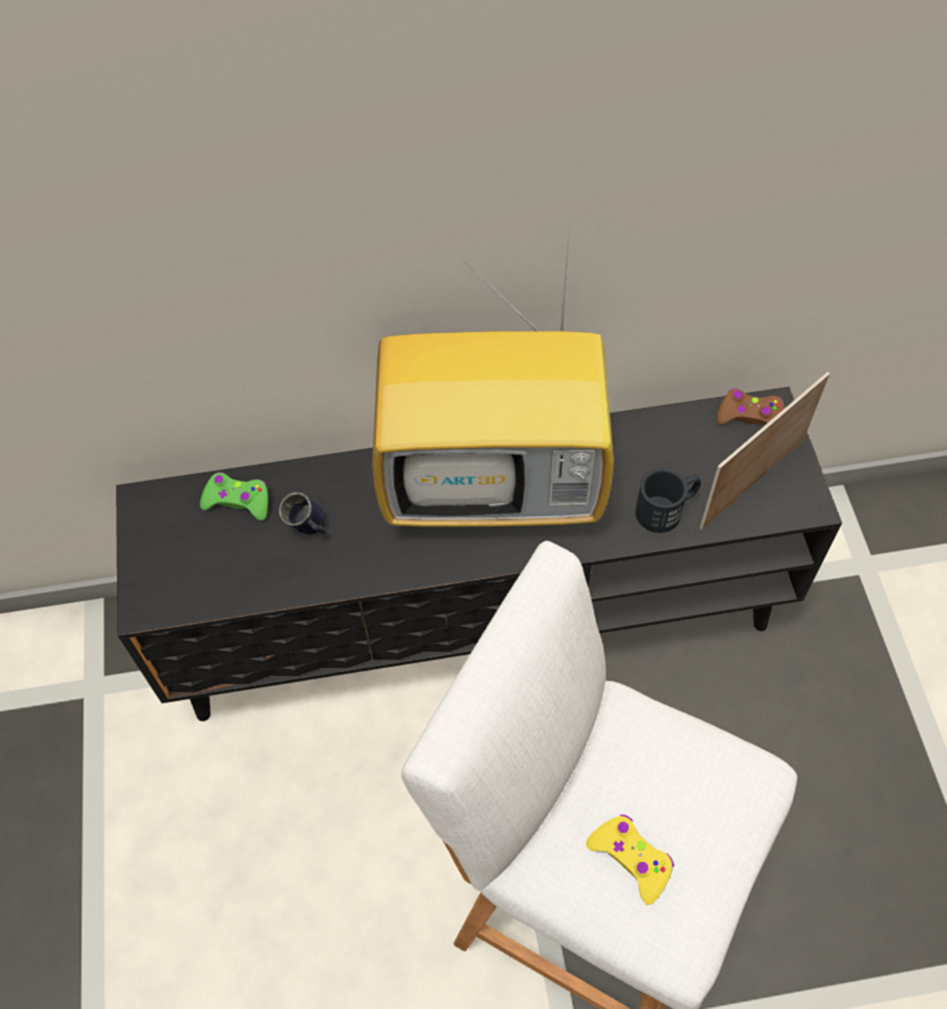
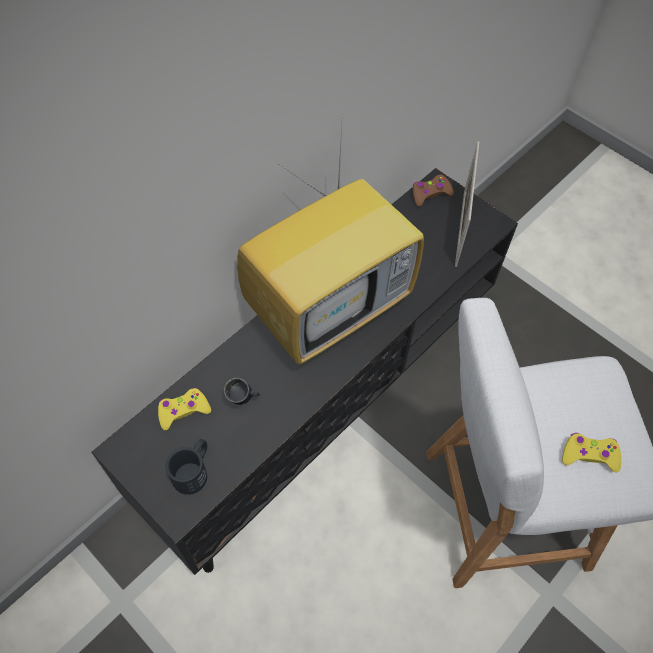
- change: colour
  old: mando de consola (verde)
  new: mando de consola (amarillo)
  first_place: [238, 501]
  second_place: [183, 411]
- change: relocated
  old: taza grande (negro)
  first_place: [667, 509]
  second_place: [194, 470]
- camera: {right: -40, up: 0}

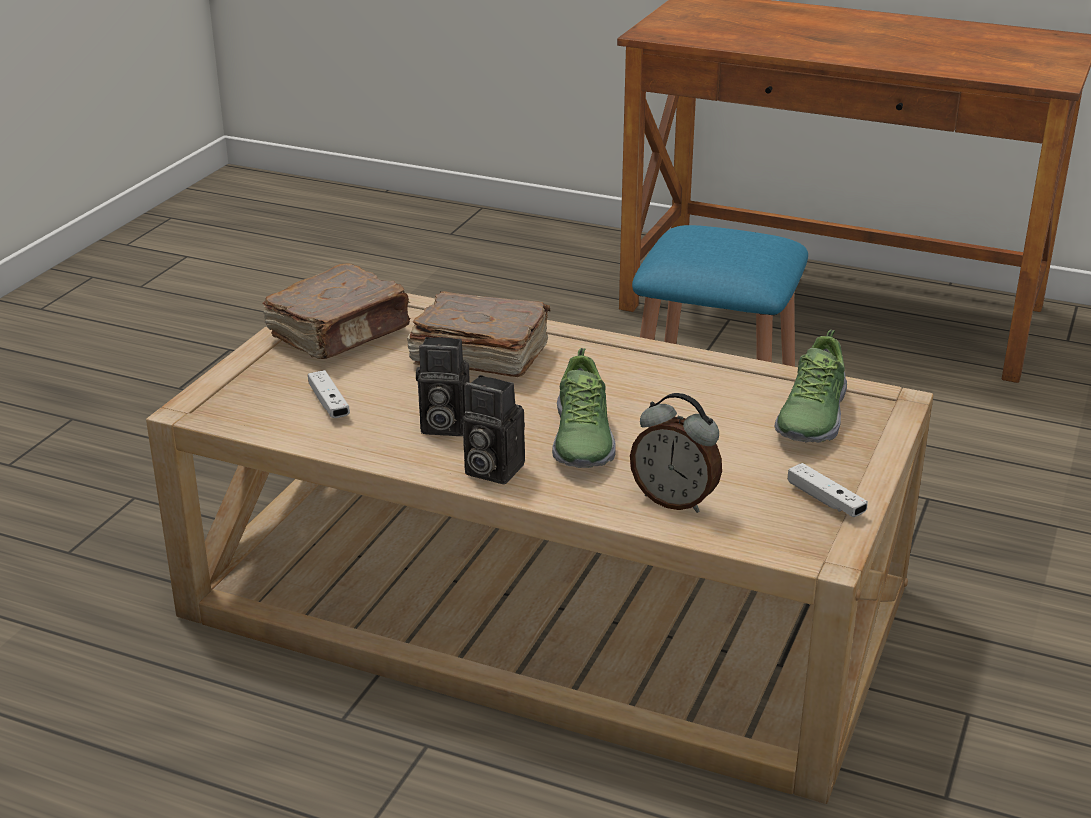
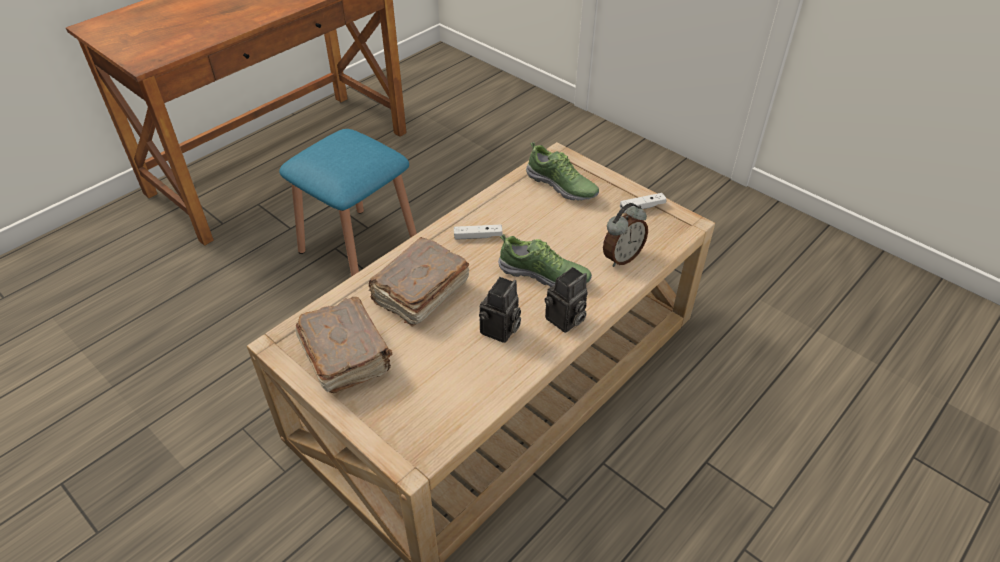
- change: relocated
  old: mando de consola (blanco)
  first_place: [329, 403]
  second_place: [478, 236]
- camera: {right: -70, up: 15}

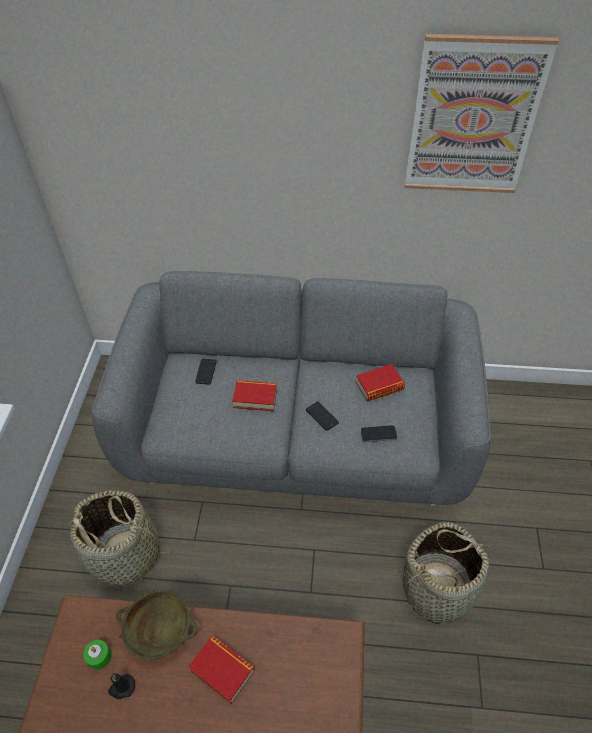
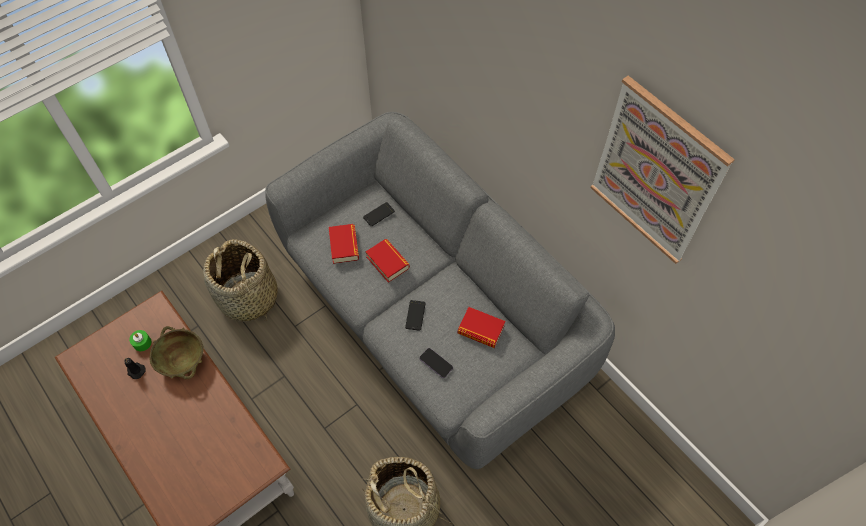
- change: relocated
  old: libro
  first_place: [222, 670]
  second_place: [344, 246]
- camera: {right: 45, up: 10}

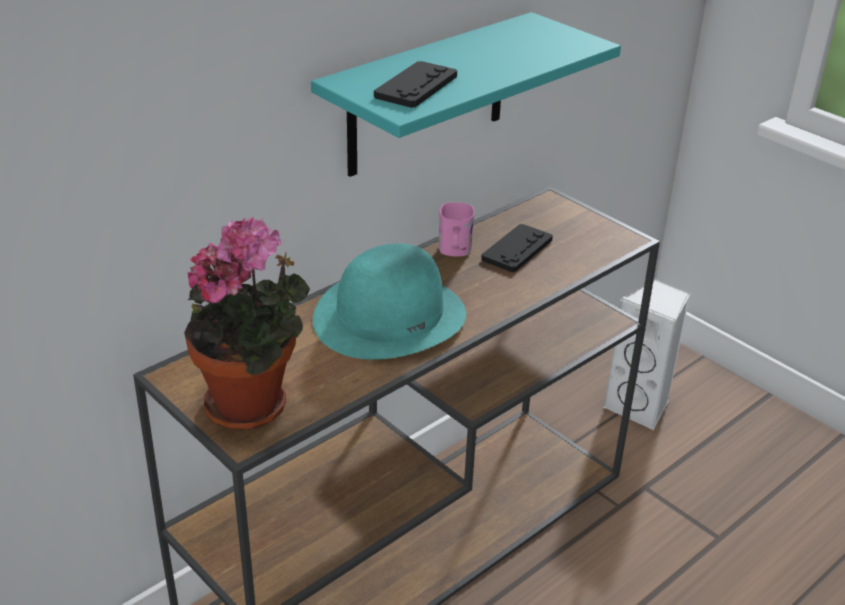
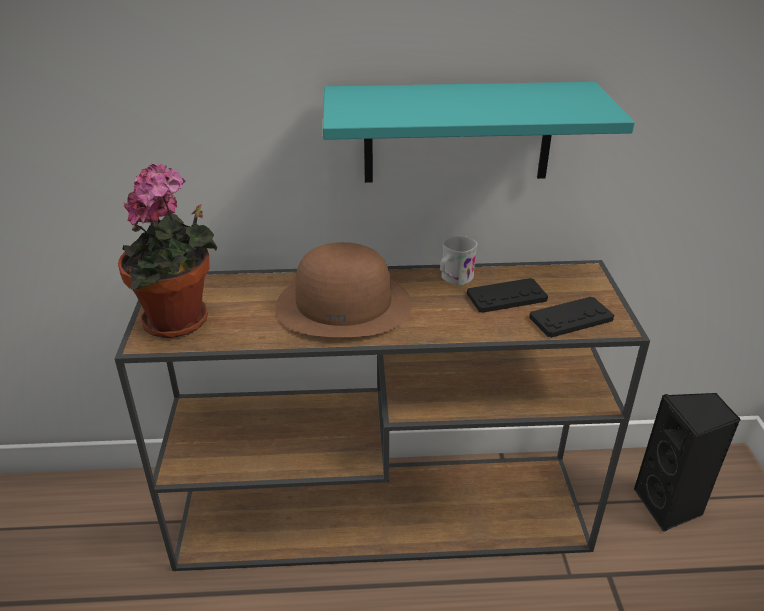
- change: colour
  old: sombrero (turquesa)
  new: sombrero (marrón)
  first_place: [390, 316]
  second_place: [344, 304]
- change: colour
  old: taza grande (rosa)
  new: taza grande (blanco)
  first_place: [454, 251]
  second_place: [453, 279]
- change: relocated
  old: mando de consola (negro)
  first_place: [416, 86]
  second_place: [571, 318]
- change: colour
  old: altavoz (blanco)
  new: altavoz (negro)
  first_place: [640, 407]
  second_place: [669, 506]
- camera: {right: 40, up: 0}

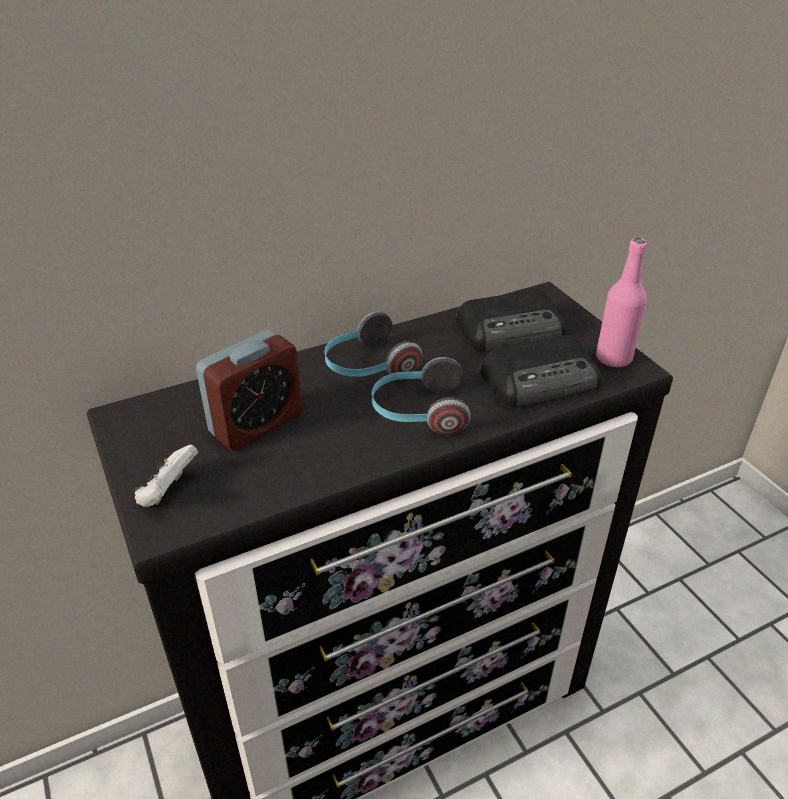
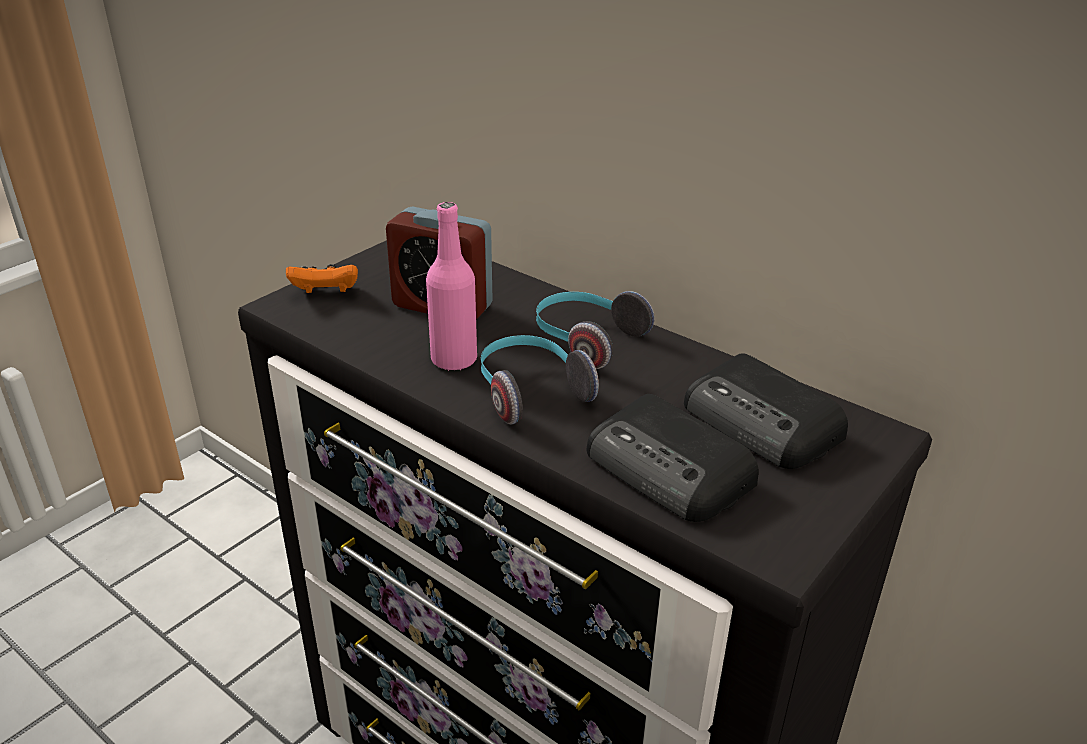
- change: colour
  old: mando de consola (blanco)
  new: mando de consola (naranja)
  first_place: [168, 492]
  second_place: [326, 293]
- change: relocated
  old: botella (rosa)
  first_place: [613, 358]
  second_place: [454, 360]
- camera: {right: 65, up: -5}

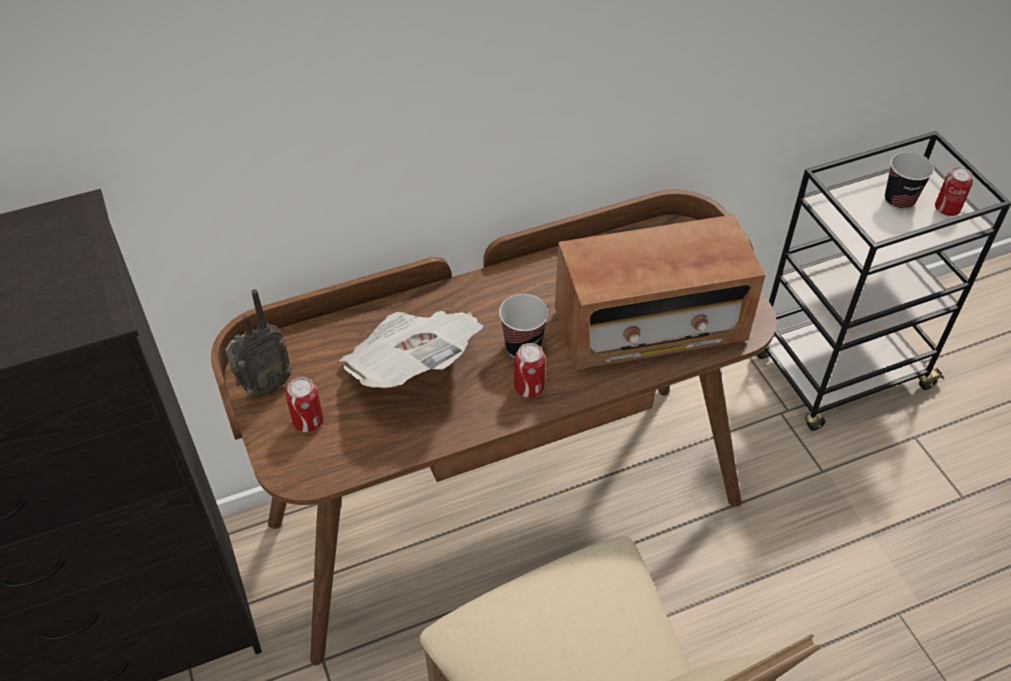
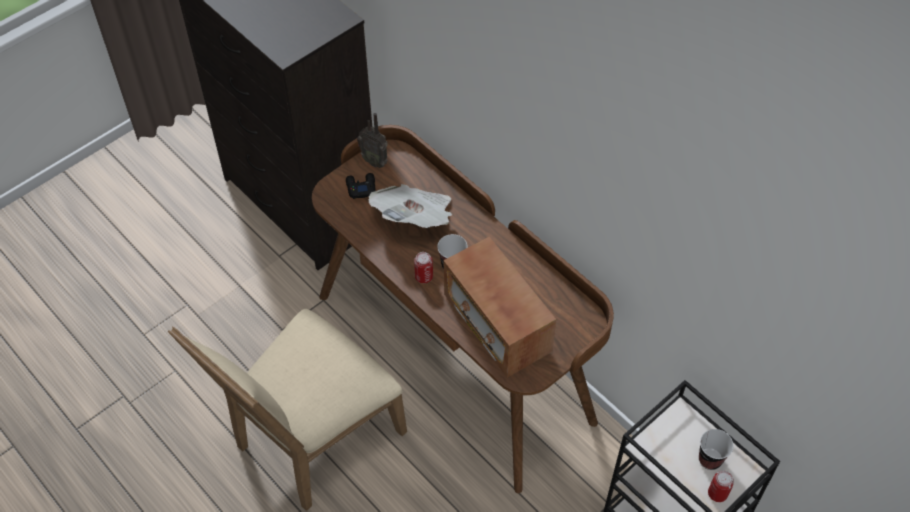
- change: exchanged
  old: lata
  new: mando de consola (negro)
  first_place: [308, 421]
  second_place: [361, 187]
- camera: {right: 70, up: 5}

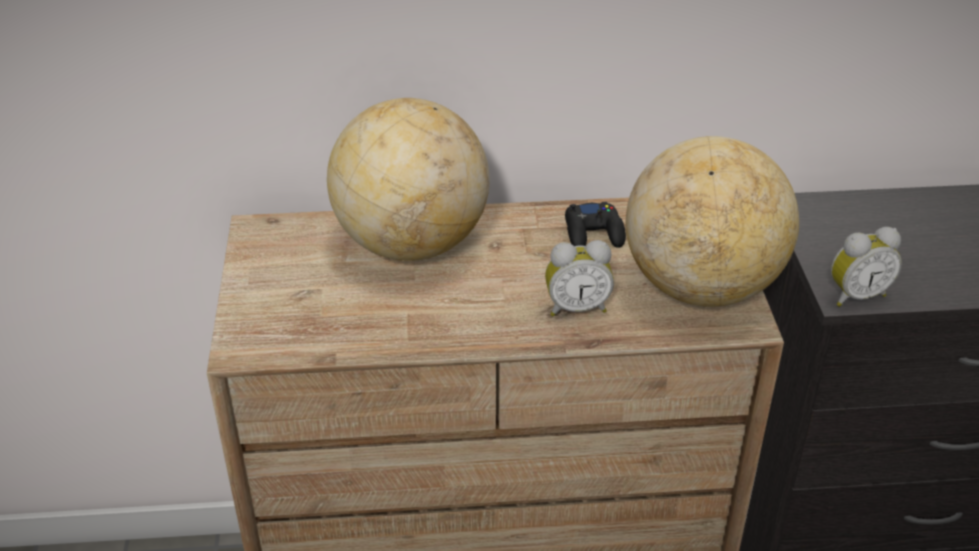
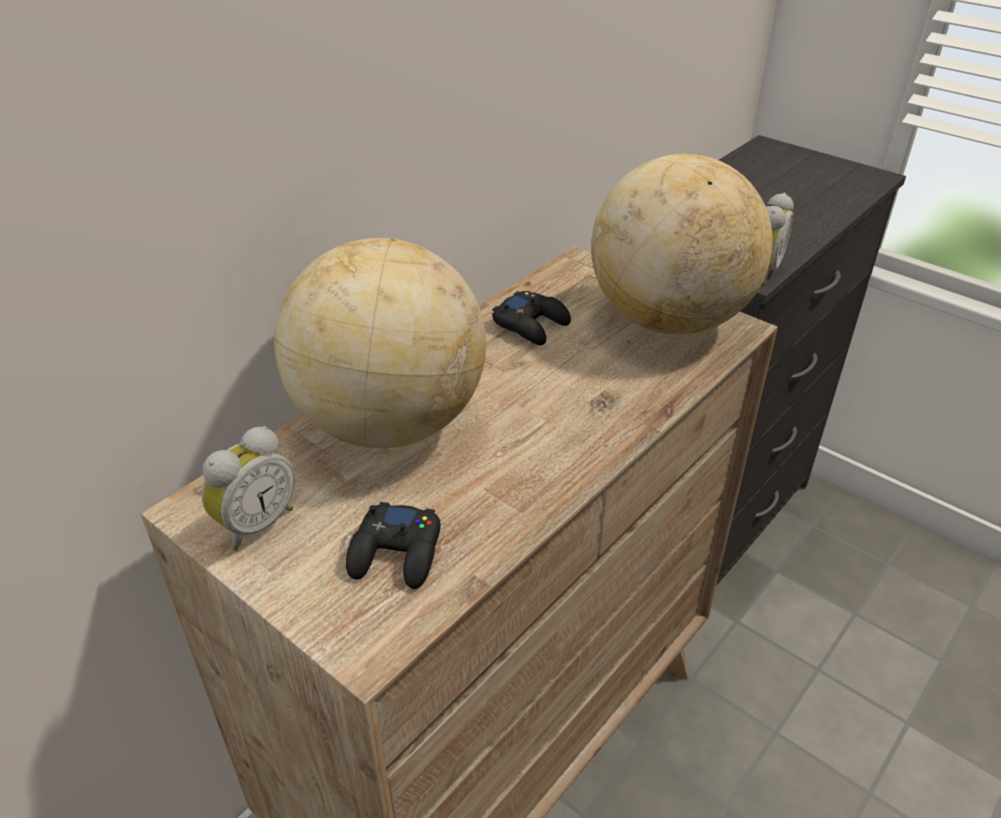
- change: relocated
  old: despertador
  first_place: [576, 307]
  second_place: [255, 523]
- change: appeared
  new: mando de consola (negro)
  second_place: [397, 554]
- camera: {right: -45, up: 0}

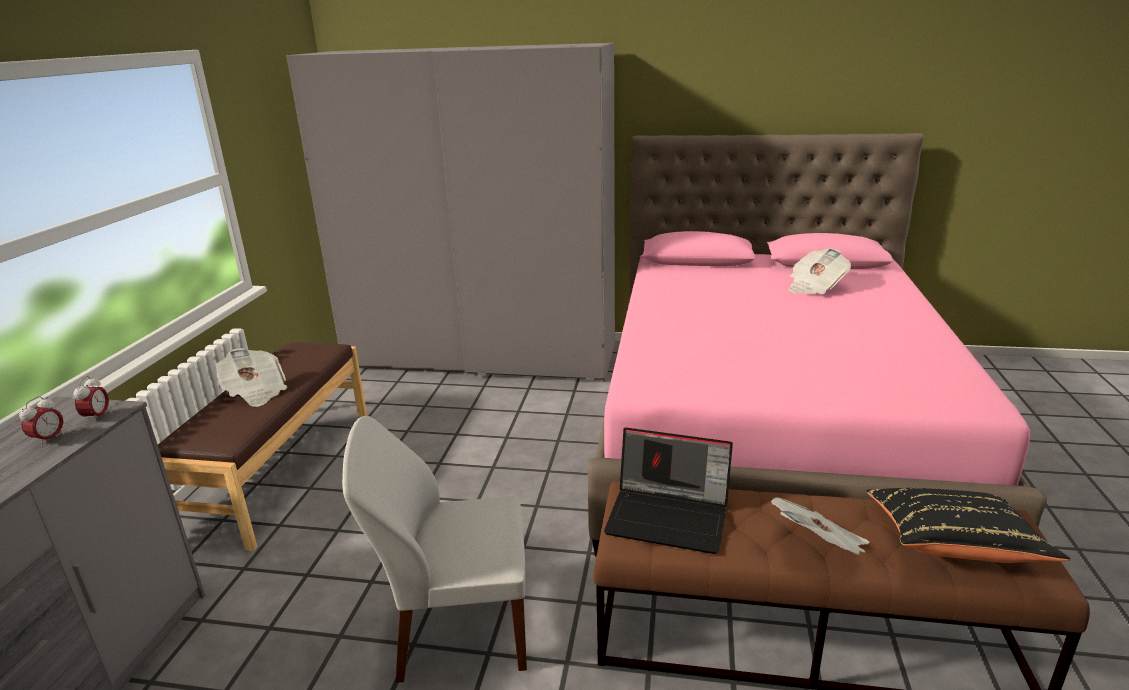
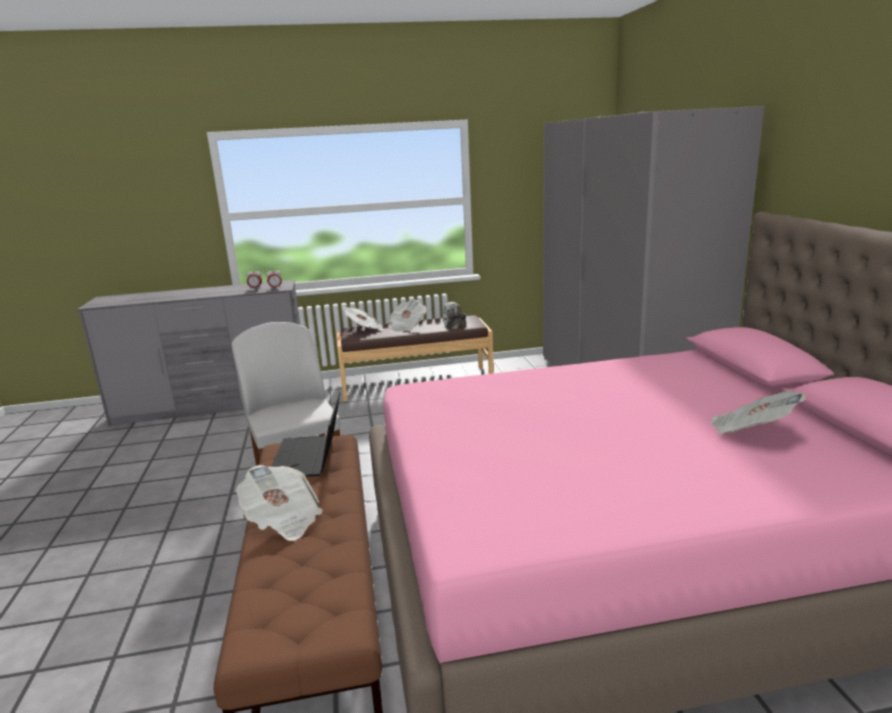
- change: appeared
  new: periódico
  second_place: [364, 329]
- change: appeared
  new: peluche
  second_place: [456, 324]
- change: missing
  old: cojín (negro)
  first_place: [951, 545]
- camera: {right: 70, up: -5}

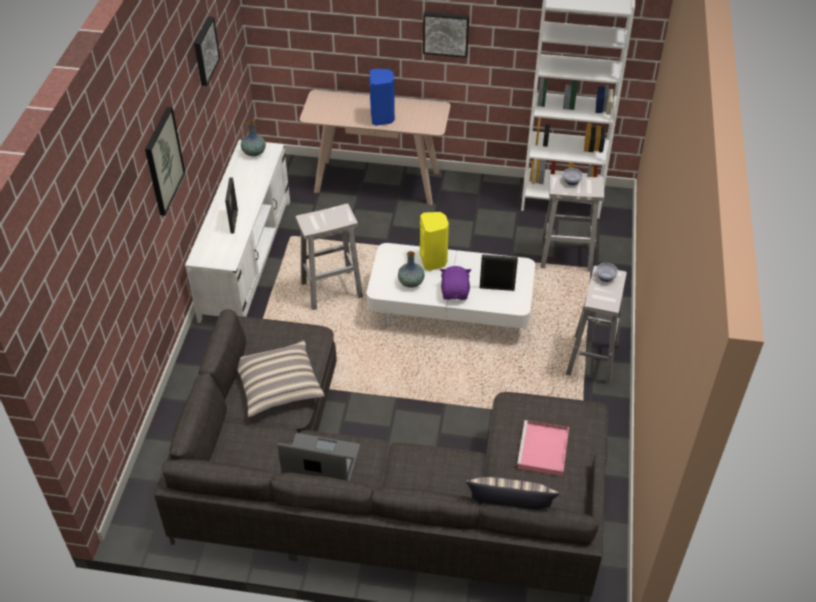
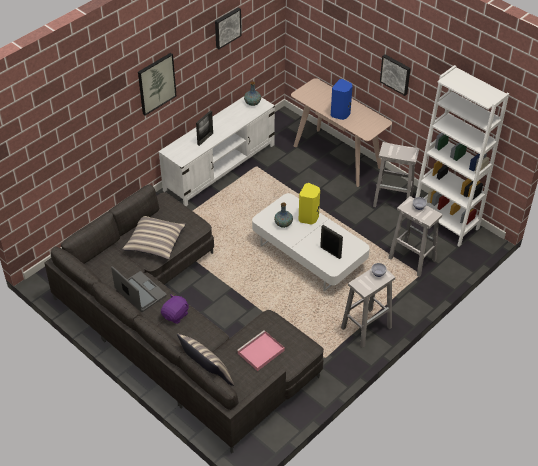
- change: relocated
  old: peluche (morado)
  first_place: [455, 292]
  second_place: [176, 315]
- change: relocated
  old: taburete (blanco)
  first_place: [332, 289]
  second_place: [393, 200]
- camera: {right: 35, up: 0}

